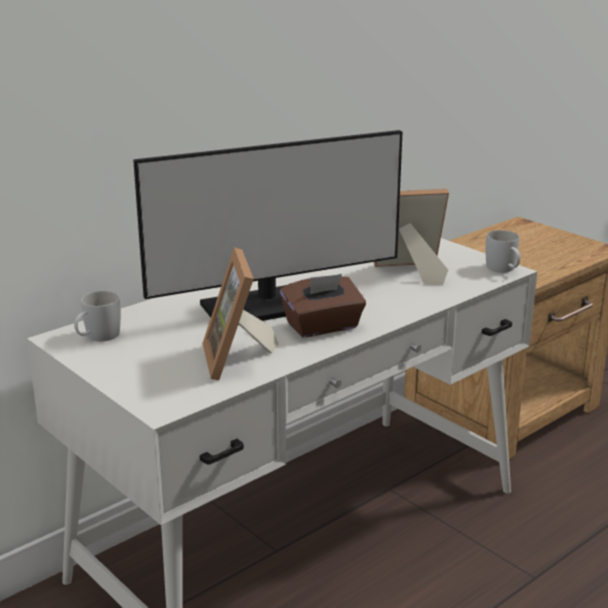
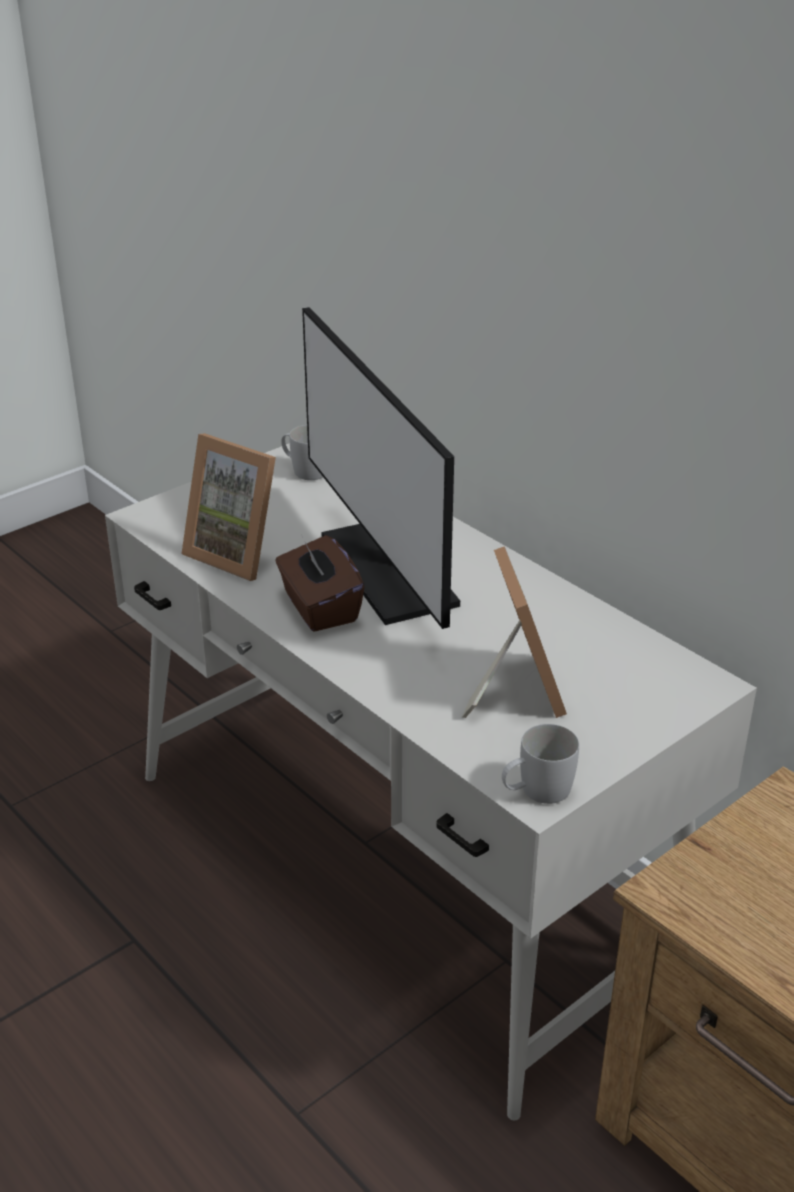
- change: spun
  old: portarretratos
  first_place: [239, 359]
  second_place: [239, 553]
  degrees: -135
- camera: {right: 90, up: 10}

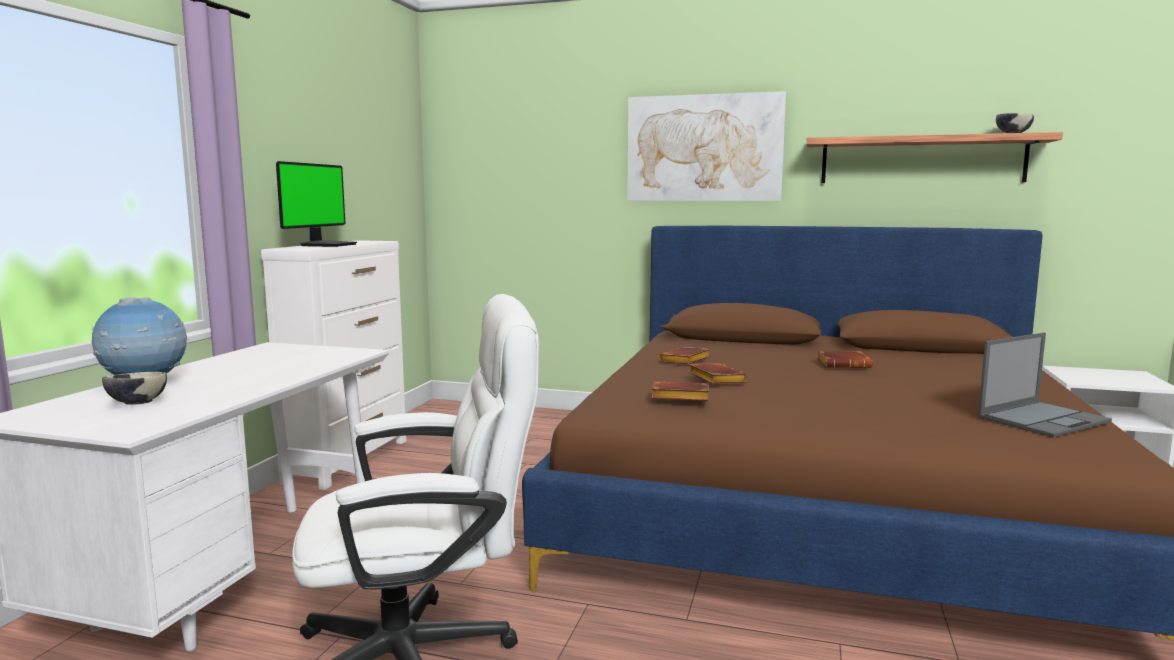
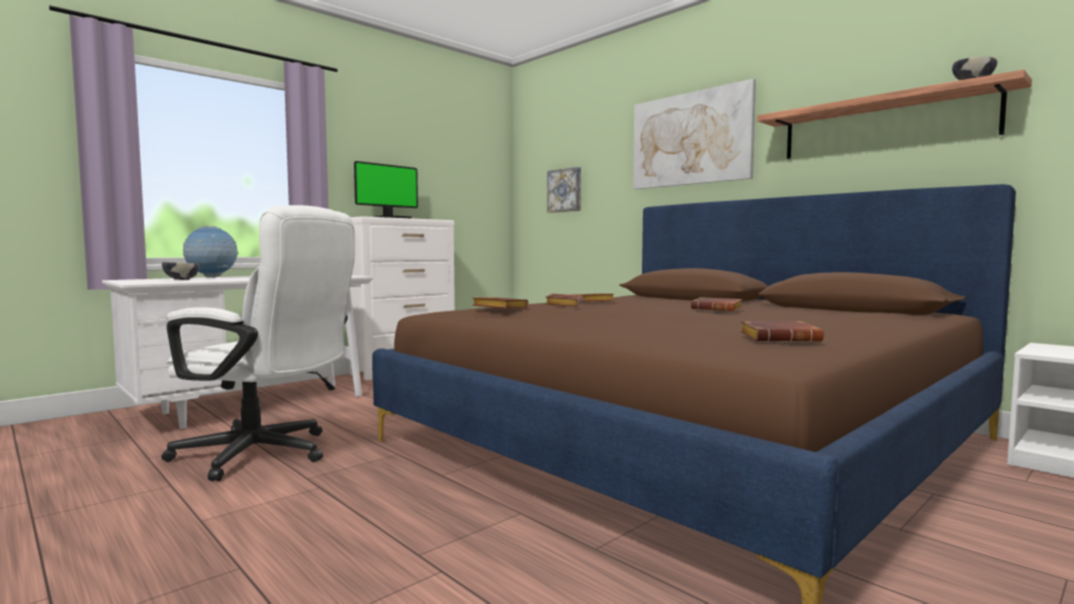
- change: appeared
  new: cuadro
  second_place: [565, 190]
- change: exchanged
  old: portátil
  new: libro (marrón)
  first_place: [1043, 419]
  second_place: [781, 338]
- camera: {right: 30, up: -5}

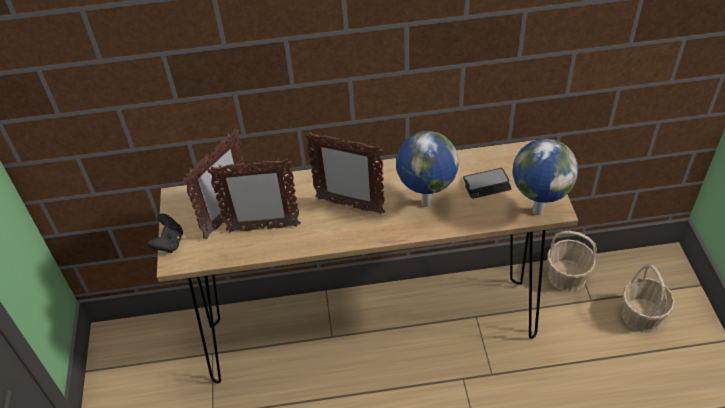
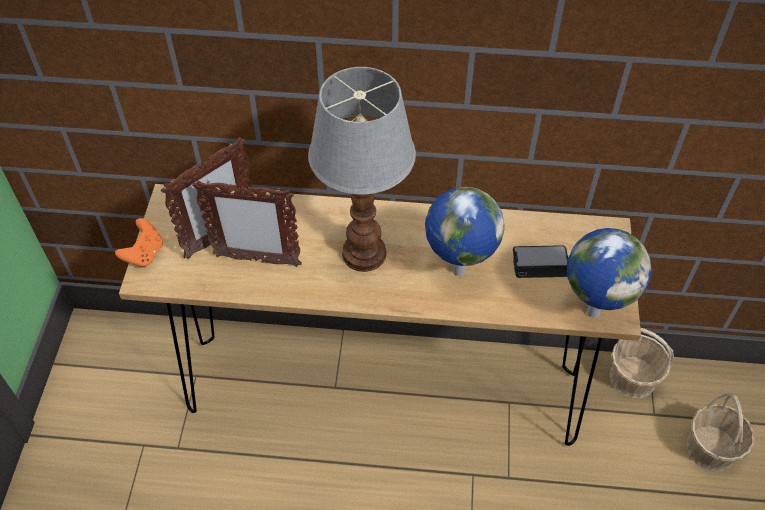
- change: colour
  old: mando de consola (negro)
  new: mando de consola (naranja)
  first_place: [169, 243]
  second_place: [144, 254]
- change: exchanged
  old: portarretratos
  new: lámpara de mesa
  first_place: [349, 205]
  second_place: [366, 254]
- camera: {right: 10, up: 5}

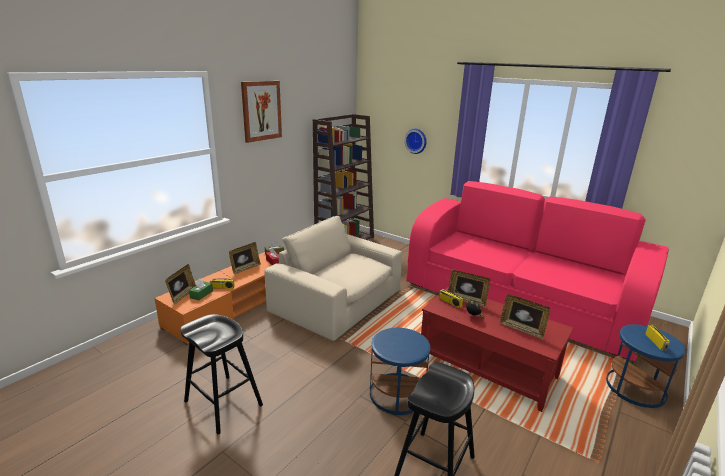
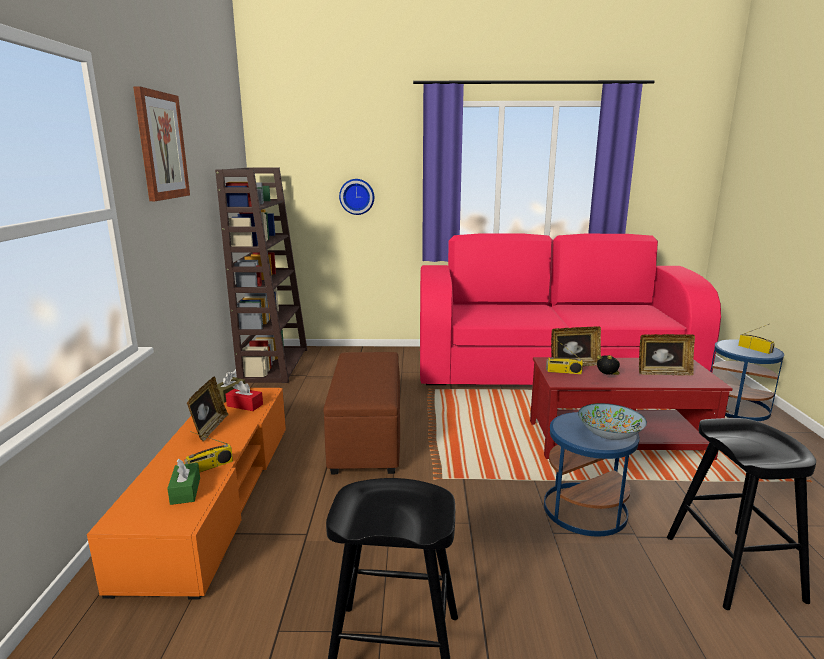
- change: exchanged
  old: sillón (beis)
  new: puf (marrón)
  first_place: [338, 301]
  second_place: [367, 436]
- change: appeared
  new: cuenco
  second_place: [609, 435]
- change: missing
  old: portarretratos
  first_place: [182, 296]
- camera: {right: -35, up: -5}

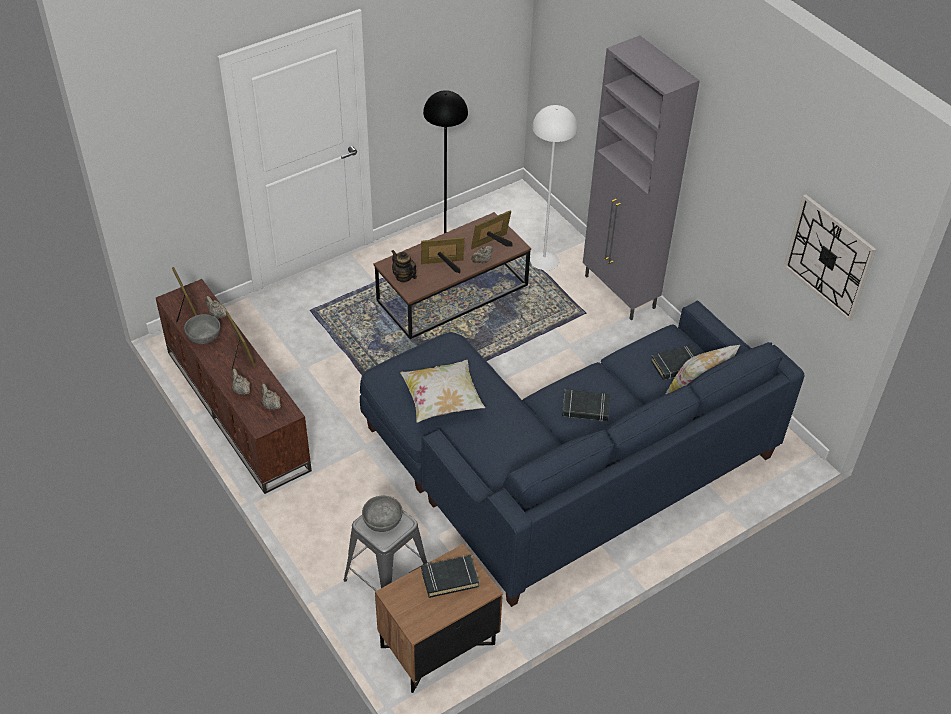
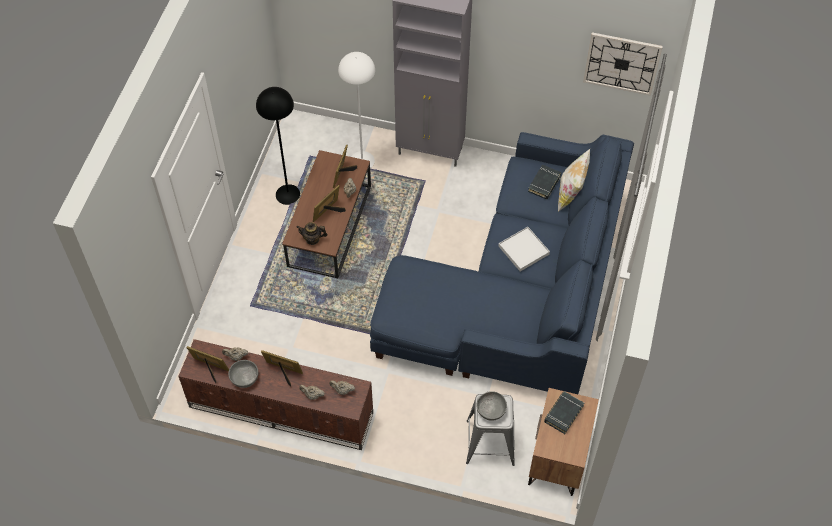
- change: exchanged
  old: libro (negro)
  new: bandeja (blanco)
  first_place: [585, 408]
  second_place: [524, 250]
- change: missing
  old: cojín
  first_place: [442, 401]
- camera: {right: -40, up: 10}

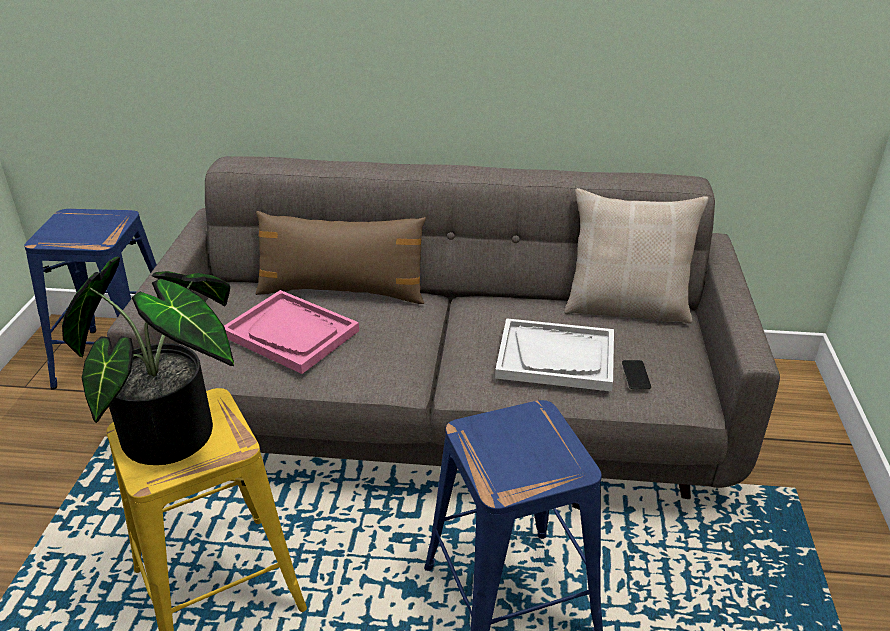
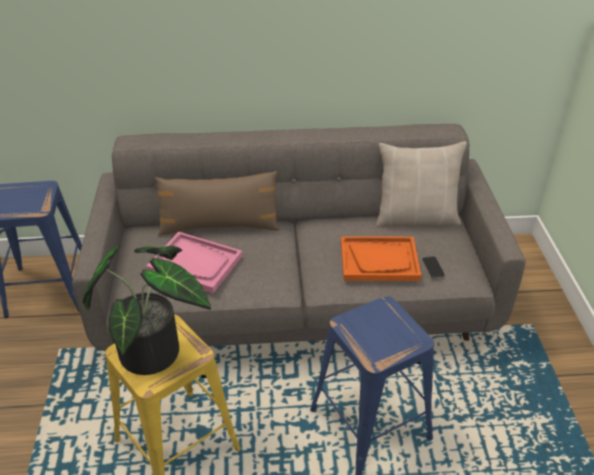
- change: colour
  old: bandeja (blanco)
  new: bandeja (naranja)
  first_place: [556, 357]
  second_place: [379, 260]
- camera: {right: -10, up: 5}

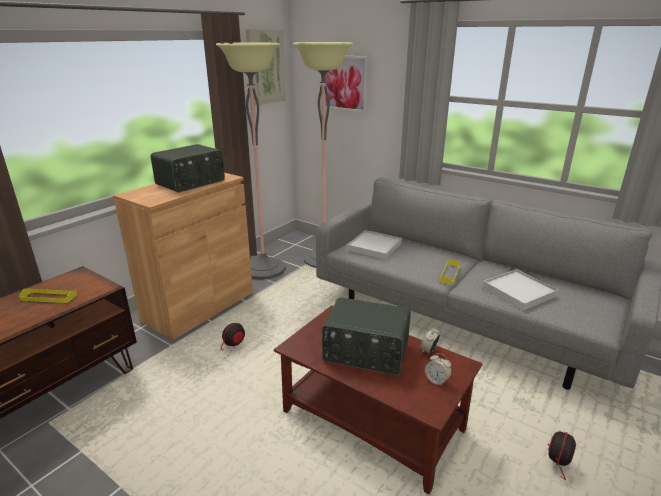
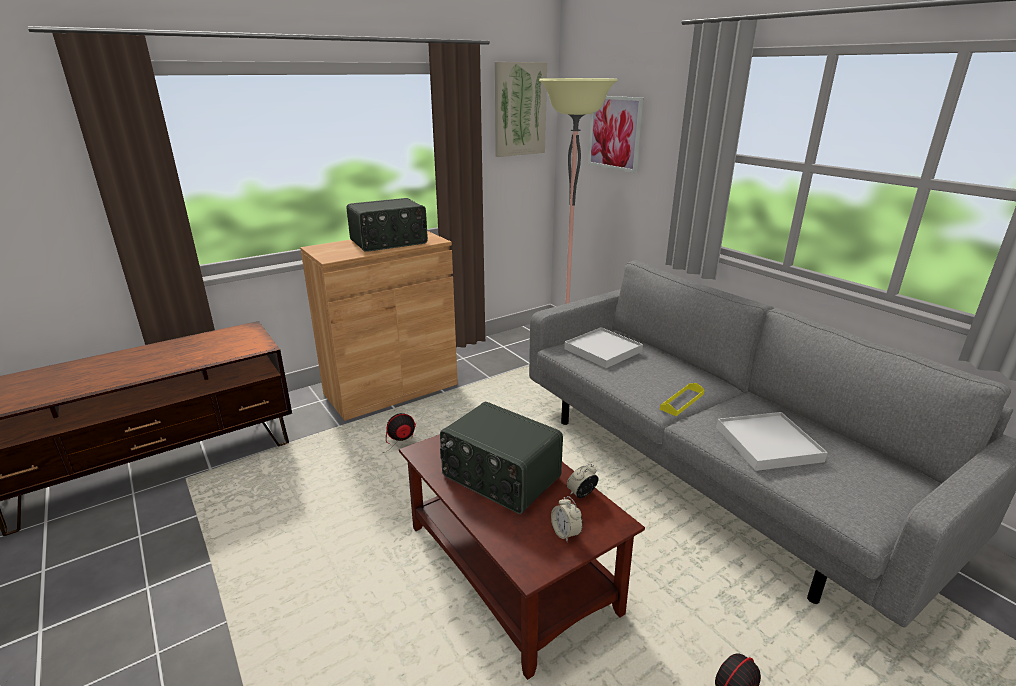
- change: missing
  old: bandeja (amarillo)
  first_place: [49, 297]
- change: missing
  old: lámpara de pie
  first_place: [263, 269]
- camera: {right: 20, up: 0}

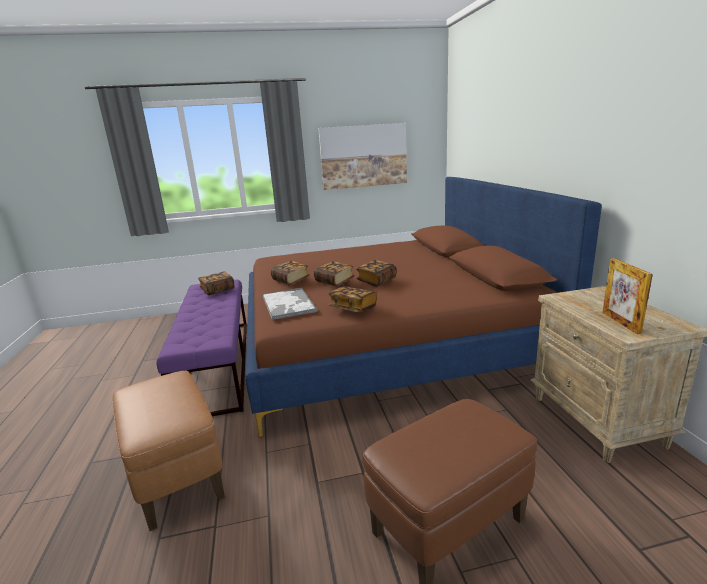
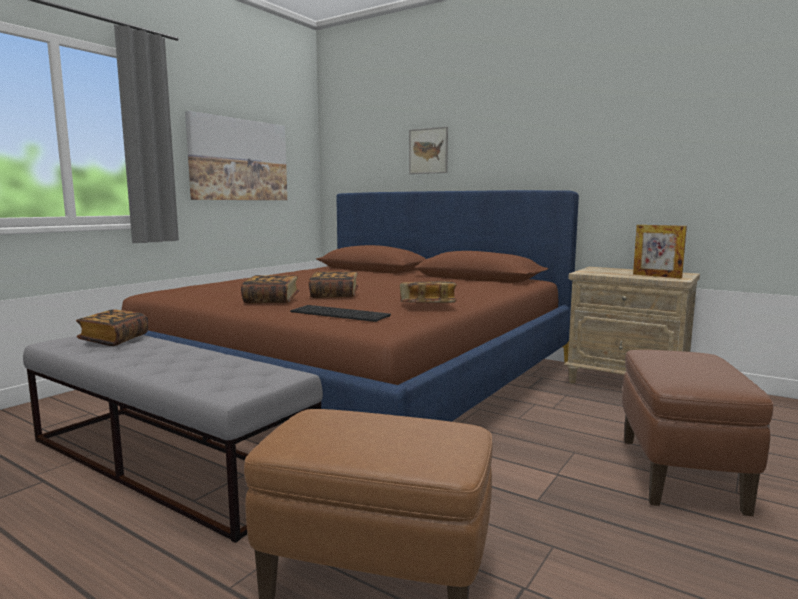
- change: colour
  old: banco (morado)
  new: banco (gris)
  first_place: [217, 364]
  second_place: [167, 462]
- change: exchanged
  old: bandeja
  new: teclado
  first_place: [288, 304]
  second_place: [341, 313]
- change: appeared
  new: cuadro
  second_place: [428, 151]
- change: missing
  old: libro
  first_place: [376, 281]
- camera: {right: -45, up: -10}

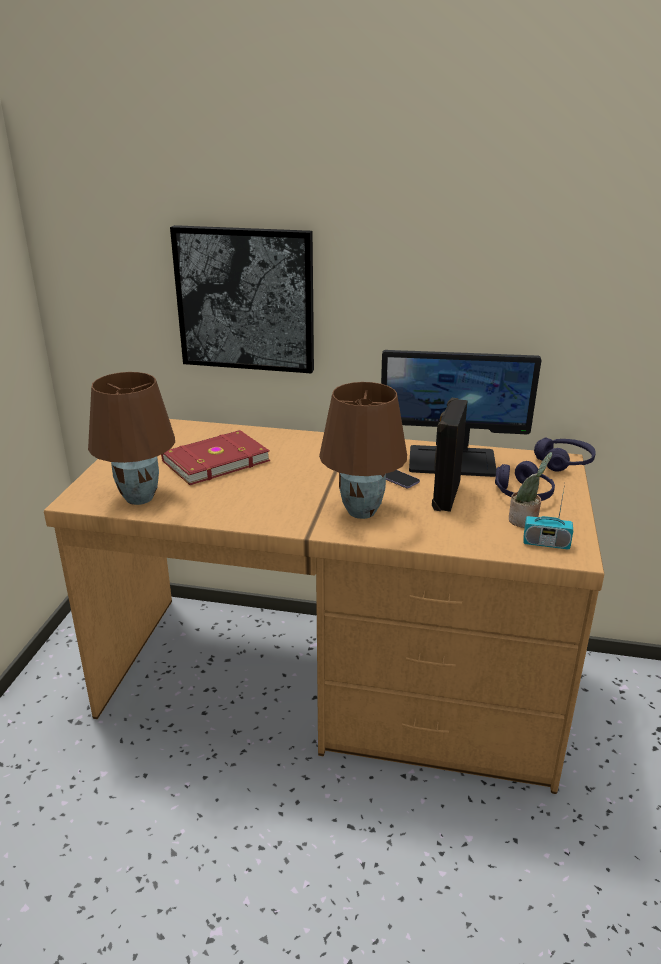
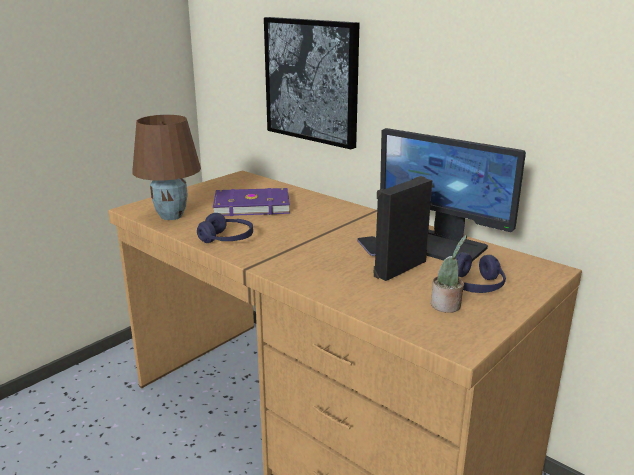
- change: relocated
  old: auriculares (morado)
  first_place: [564, 462]
  second_place: [227, 239]
- change: colour
  old: libro (rojo)
  new: libro (morado)
  first_place: [214, 460]
  second_place: [251, 205]
- change: missing
  old: lámpara de mesa (marrón)
  first_place: [362, 511]
- change: missing
  old: radio
  first_place: [546, 543]
- camera: {right: 30, up: -5}

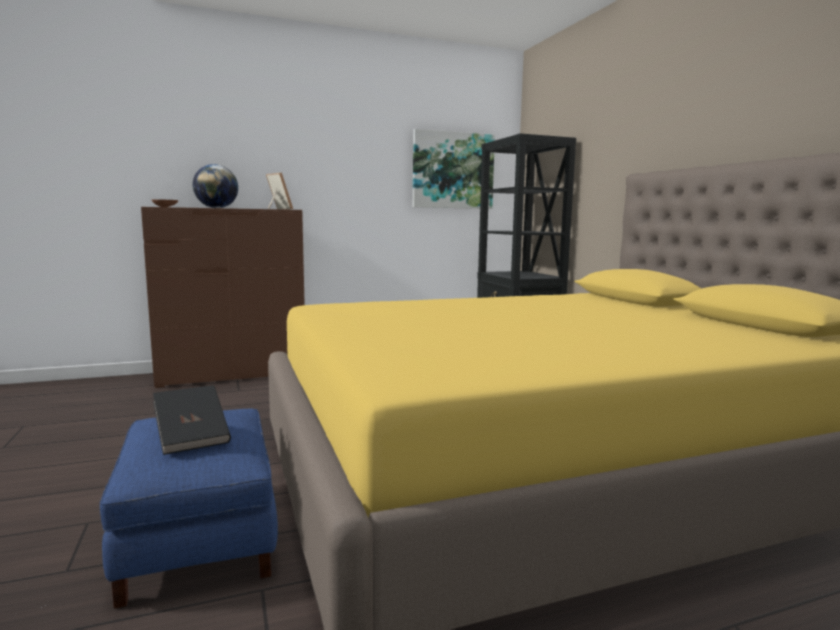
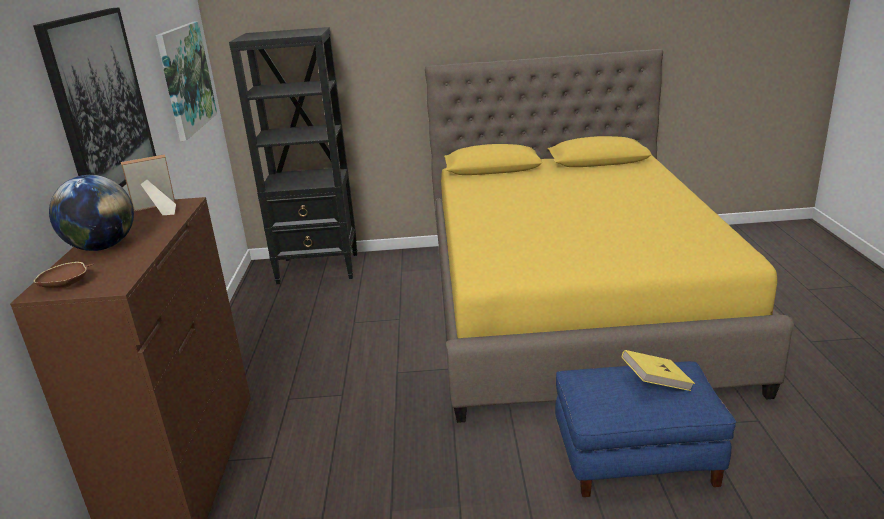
- change: appeared
  new: cuadro
  second_place: [100, 102]
- change: colour
  old: libro (negro)
  new: libro (amarillo)
  first_place: [192, 437]
  second_place: [656, 383]
- camera: {right: -70, up: 15}

